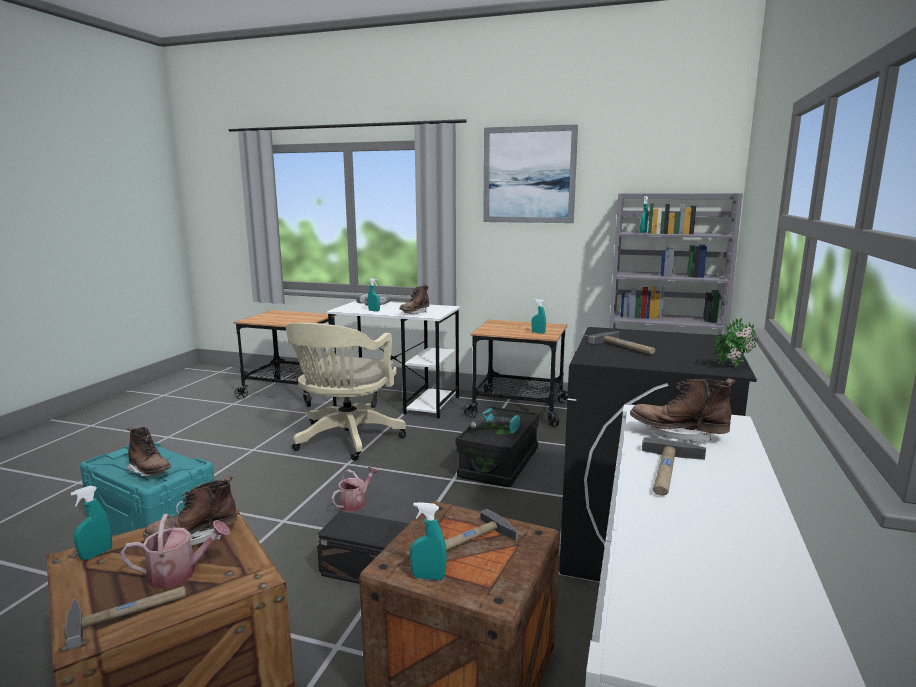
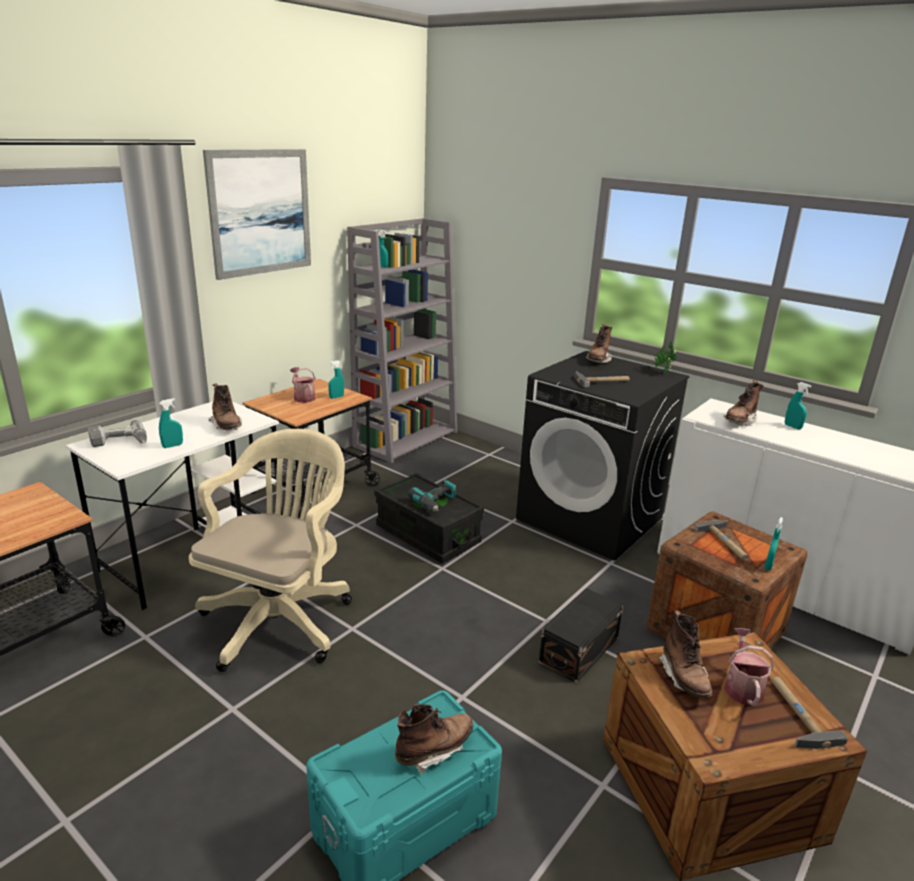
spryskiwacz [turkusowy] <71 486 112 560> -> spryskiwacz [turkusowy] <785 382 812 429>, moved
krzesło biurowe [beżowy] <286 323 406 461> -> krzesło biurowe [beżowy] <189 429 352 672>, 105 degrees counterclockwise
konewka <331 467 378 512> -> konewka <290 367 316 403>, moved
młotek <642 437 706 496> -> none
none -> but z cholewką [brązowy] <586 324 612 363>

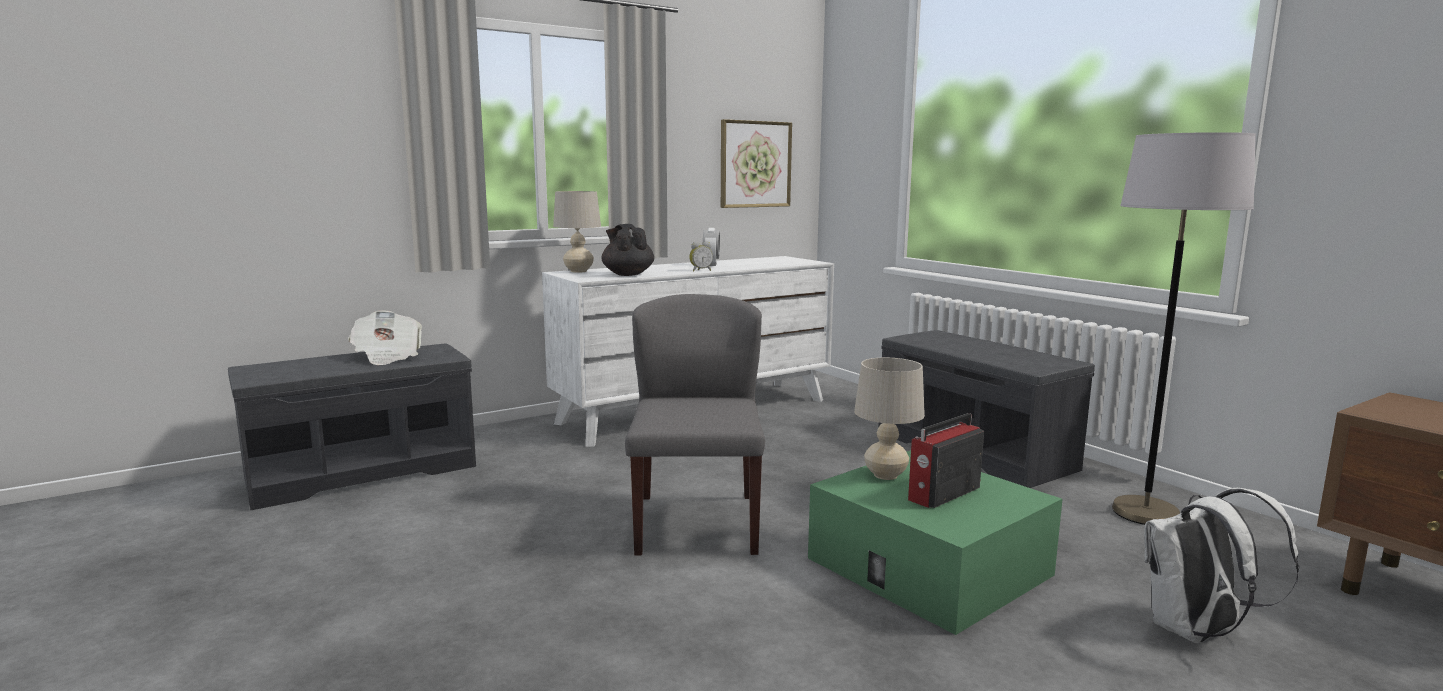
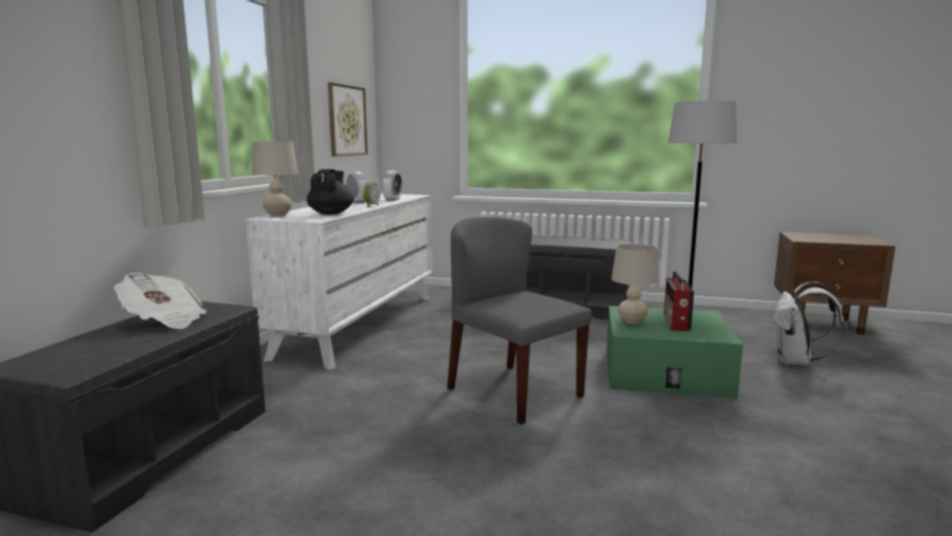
imbryk [czarny] <602 224 654 276> -> imbryk [czarny] <307 169 354 215>, 75 degrees clockwise
none -> budzik <382 170 402 201>

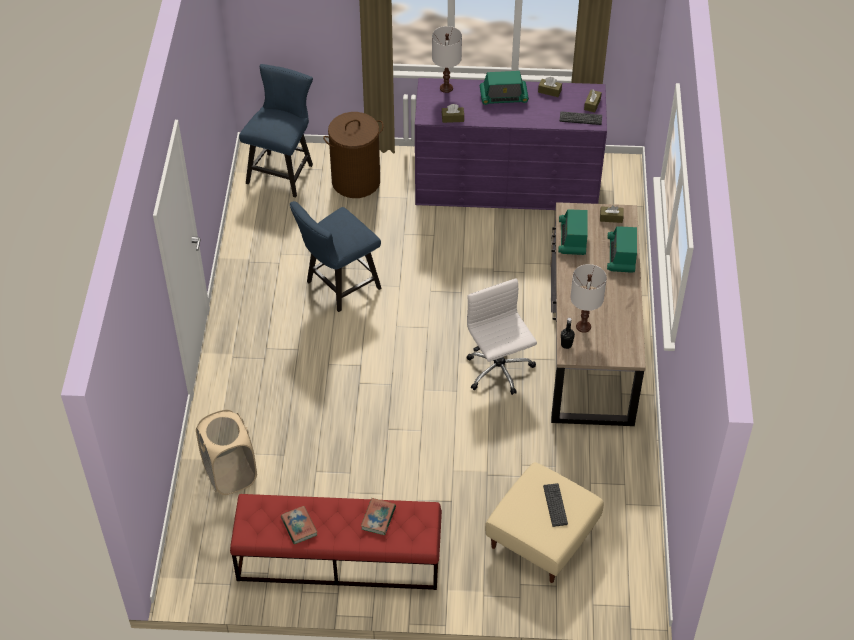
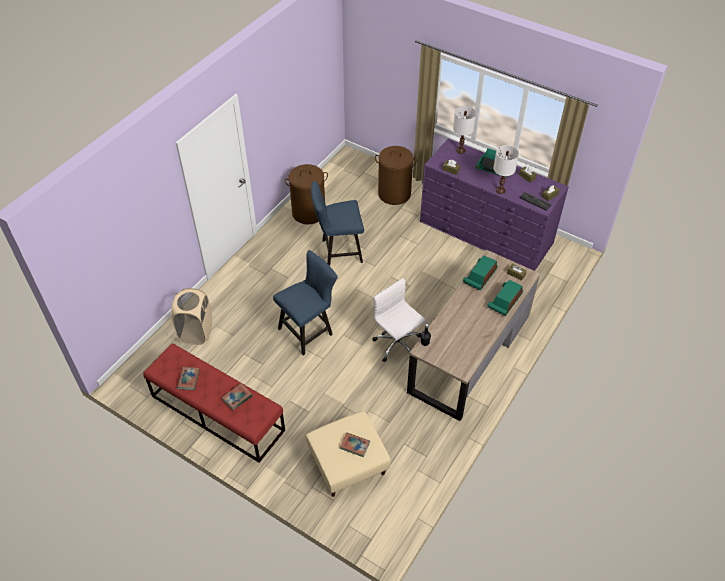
krzesło [niebieski] <239 64 313 198> -> krzesło [niebieski] <273 250 338 356>, moved
krzesło biurowe [biały] <466 278 537 395> -> krzesło biurowe [biały] <372 278 426 362>, 45 degrees counterclockwise
klawiatura <543 483 568 527> -> książka <340 433 370 457>
lampa stołowa [biały] <570 264 607 333> -> lampa stołowa [biały] <494 145 519 194>, moved
none -> kosz na pranie [brązowy] <285 164 328 224>

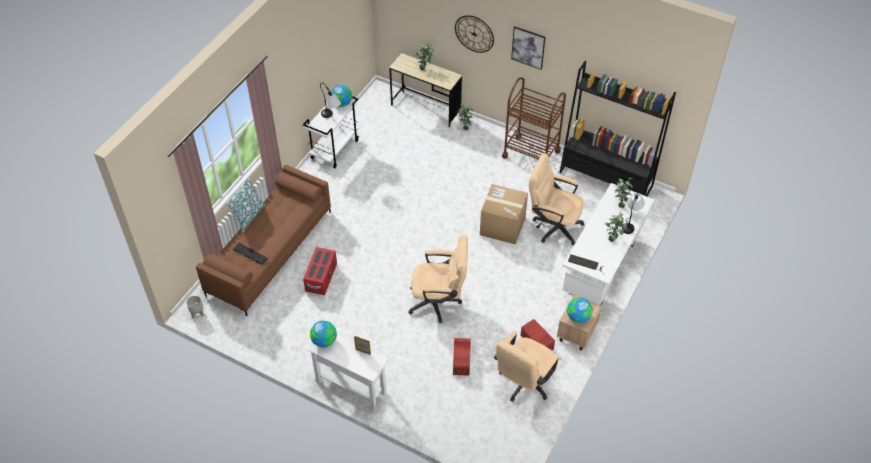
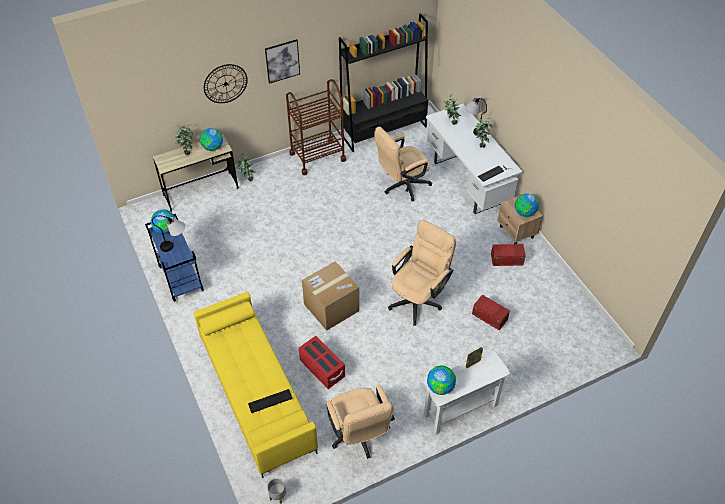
kanapa [brązowy] <196 165 331 316> -> kanapa [żółty] <194 292 318 478>
poduszka <226 177 265 232> -> none
wózek [biały] <303 96 359 168> -> wózek [niebieski] <145 214 204 302>
karton <480 184 528 245> -> karton <302 261 359 331>, moved
krzesło biurowe [beżowy] <494 331 559 402> -> krzesło biurowe [beżowy] <326 384 395 459>, moved
none -> globus <200 128 223 151>

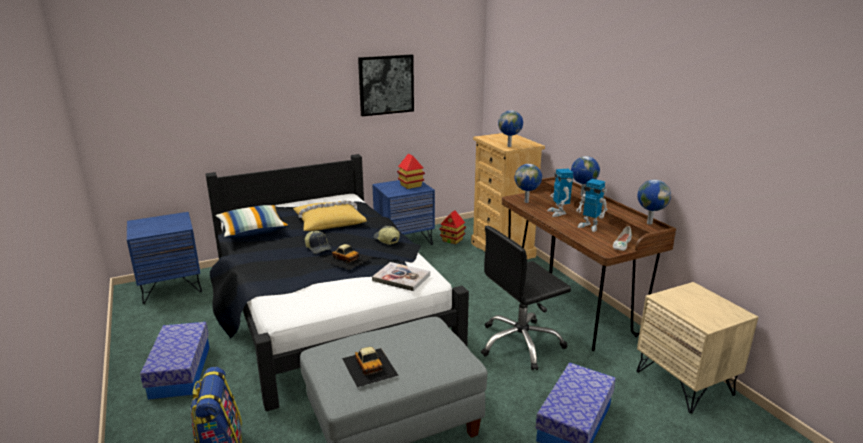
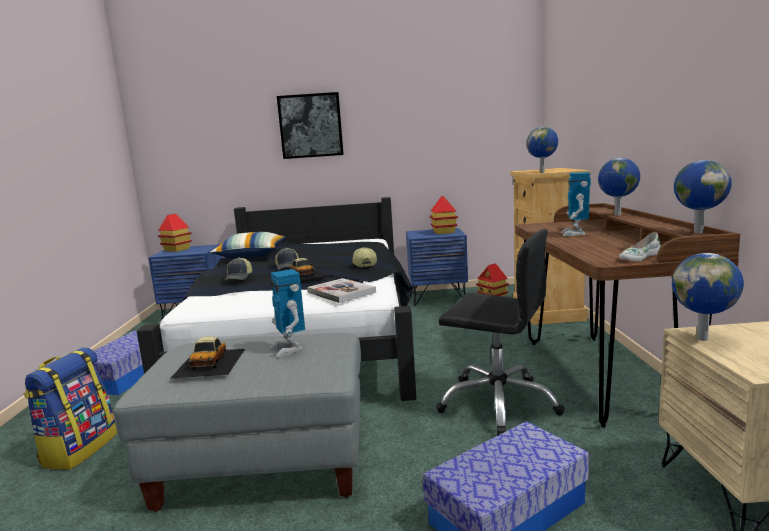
poduszka [żółty] <293 200 367 231> -> none
obraz <358 54 414 116> -> obraz <277 92 344 159>, moved
krzesło biurowe [czarny] <481 226 571 370> -> krzesło biurowe [czarny] <436 229 565 436>, 150 degrees counterclockwise
globus <515 164 542 203> -> globus <672 253 744 341>, moved
robot zabawkowy <576 179 608 232> -> robot zabawkowy <270 269 305 358>, moved
none -> domek <158 214 192 252>
none -> czapka z daszkiem <224 257 252 281>

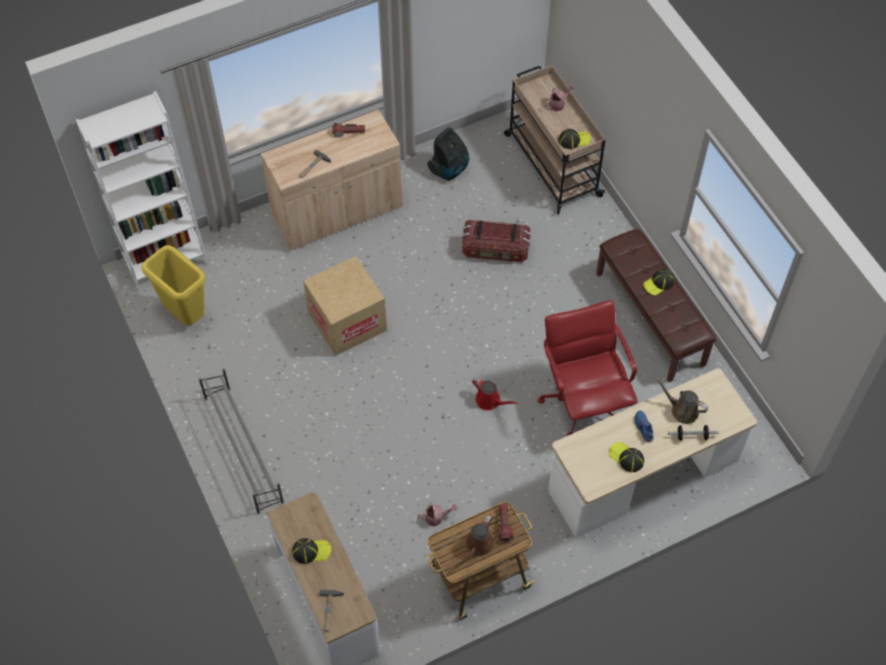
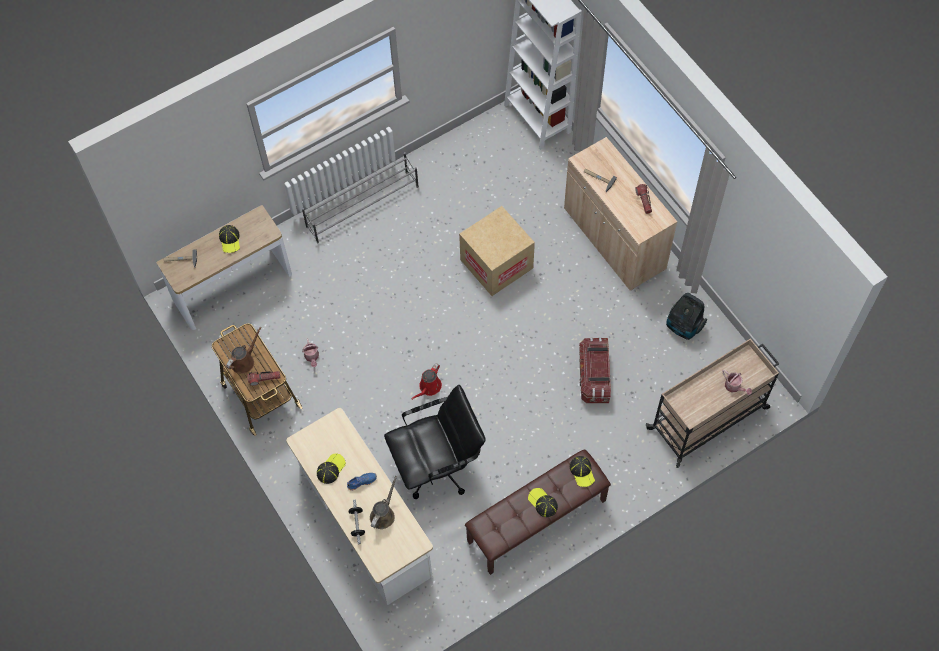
kosz na śmieci [żółty] <141 245 206 325> -> none
konewka [brązowy] <459 515 494 563> -> konewka [brązowy] <226 327 262 374>, 105 degrees clockwise
krzesło biurowe [czerwony] <538 300 638 436> -> krzesło biurowe [czarny] <384 385 486 499>
czapka z daszkiem <559 129 591 149> -> czapka z daszkiem <570 456 595 487>, moved

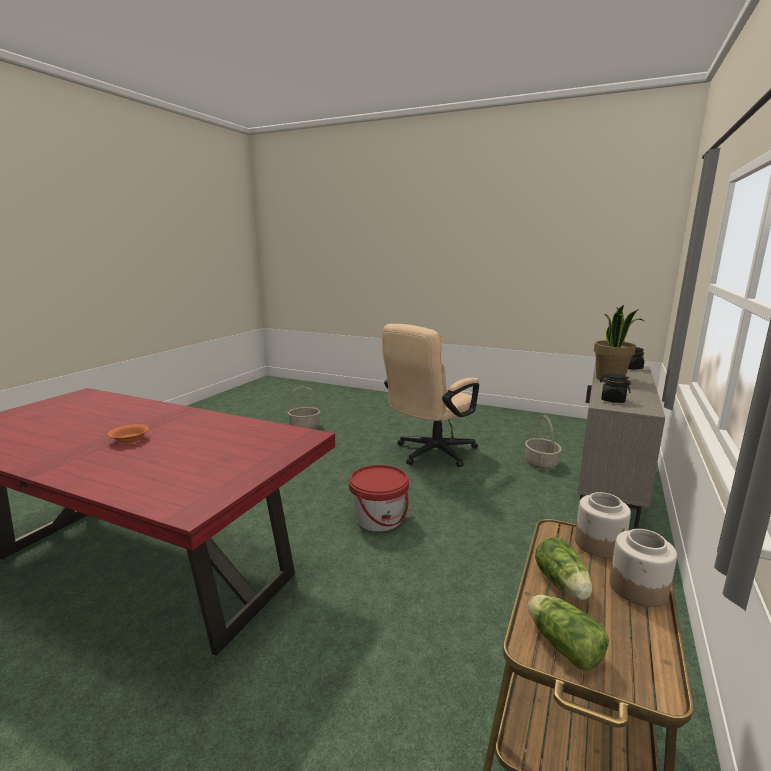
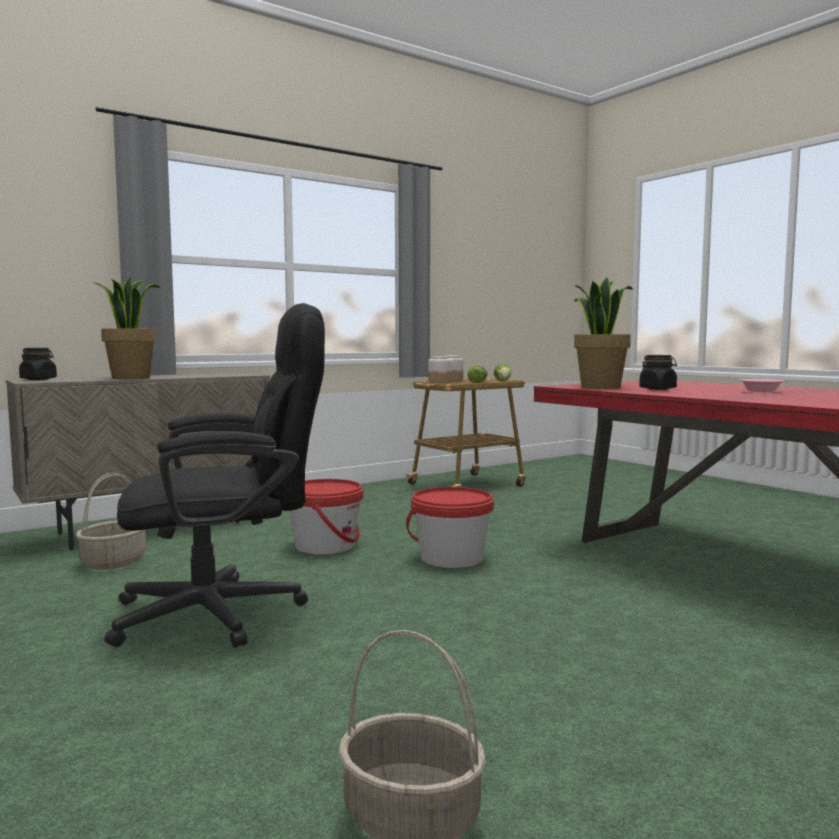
miska [pomarańczowy] <108 424 149 444> -> miska [różowy] <739 379 785 393>
krzesło biurowe [beżowy] <382 324 479 468> -> krzesło biurowe [czarny] <105 303 325 648>
słoik [czarny] <600 373 631 403> -> słoik [czarny] <639 355 677 390>, moved
none -> wiadro [czerwony] <290 479 364 555>
none -> roślina doniczkowa <574 277 633 389>

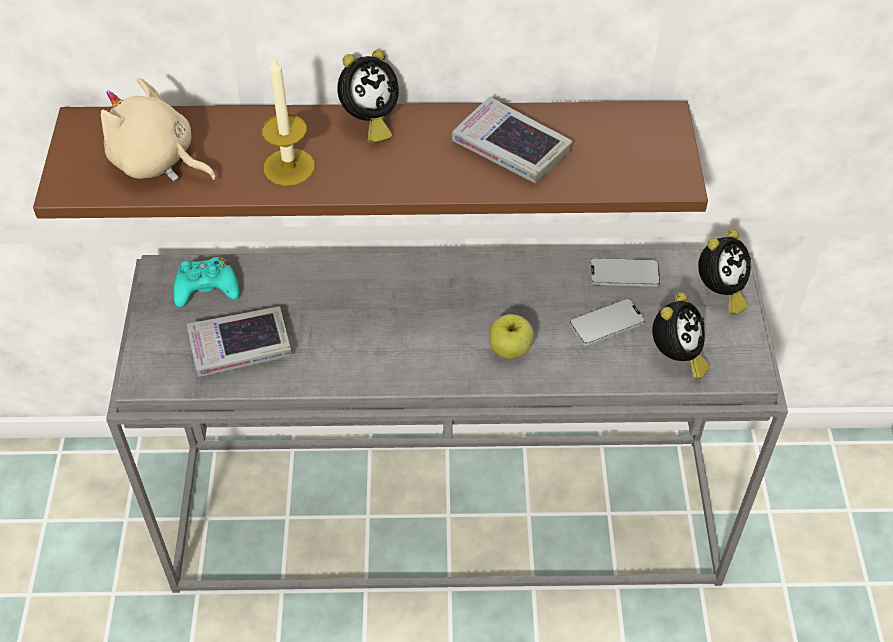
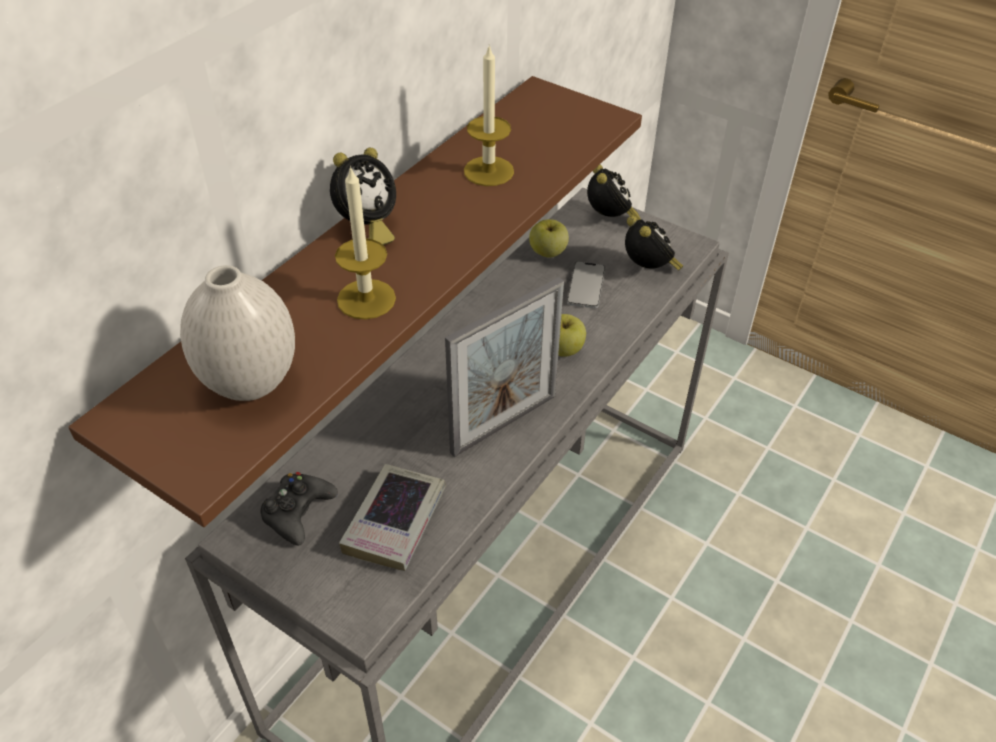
pluszak [beżowy] <101 77 216 181> -> wazon [biały] <180 265 295 401>
pad do gier [turkusowy] <173 257 239 307> -> pad do gier [czarny] <260 472 338 546>
budzik <337 50 399 143> -> budzik <330 148 396 245>, 45 degrees clockwise
książka <452 97 573 183> -> świeca <464 45 514 186>
telefon <590 258 660 287> -> jabłko <529 219 569 258>
none -> ramka na zdjęcie <445 277 564 457>

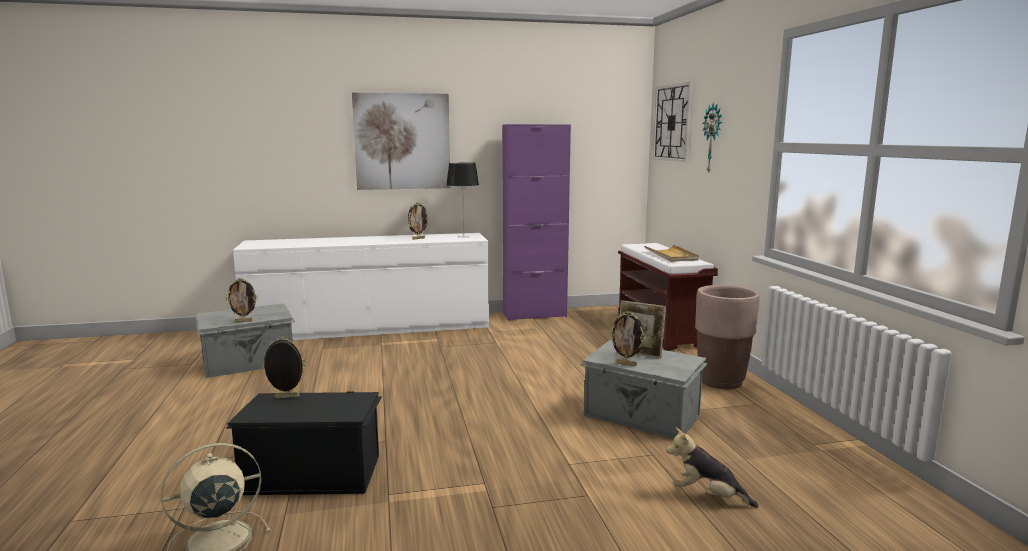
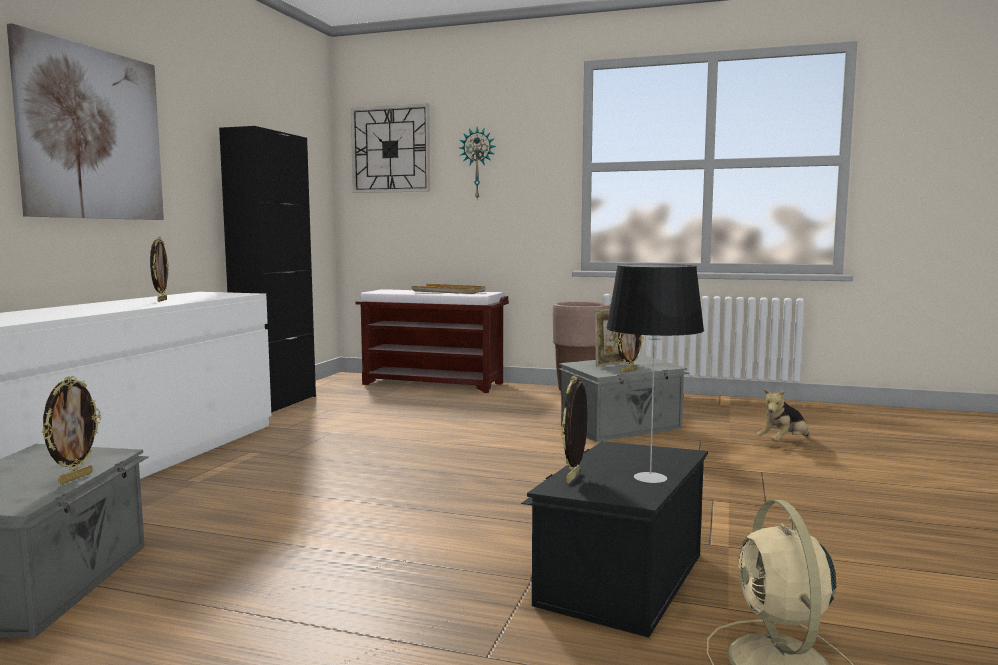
lampa stołowa <446 162 479 238> -> lampa stołowa <606 264 704 483>, moved
szafka [fioletowy] <502 124 571 321> -> szafka [czarny] <219 126 316 413>

